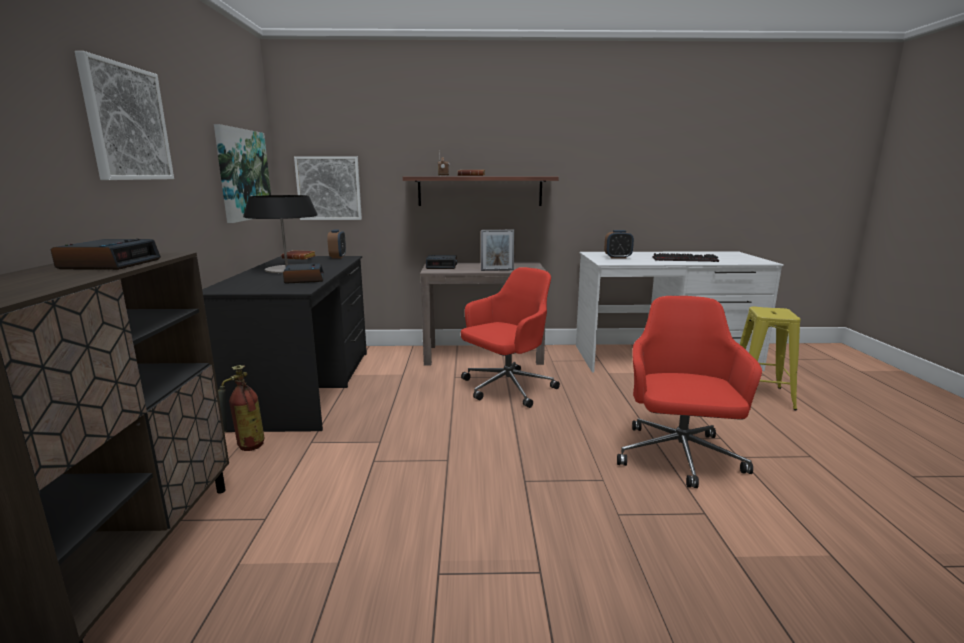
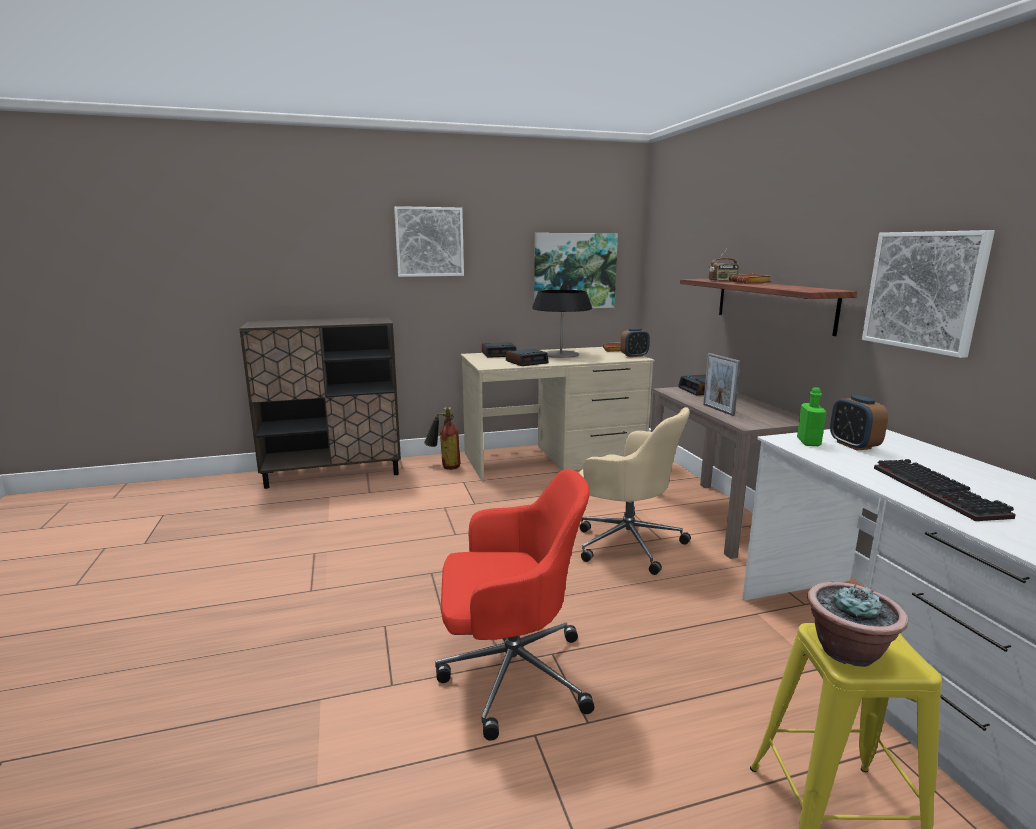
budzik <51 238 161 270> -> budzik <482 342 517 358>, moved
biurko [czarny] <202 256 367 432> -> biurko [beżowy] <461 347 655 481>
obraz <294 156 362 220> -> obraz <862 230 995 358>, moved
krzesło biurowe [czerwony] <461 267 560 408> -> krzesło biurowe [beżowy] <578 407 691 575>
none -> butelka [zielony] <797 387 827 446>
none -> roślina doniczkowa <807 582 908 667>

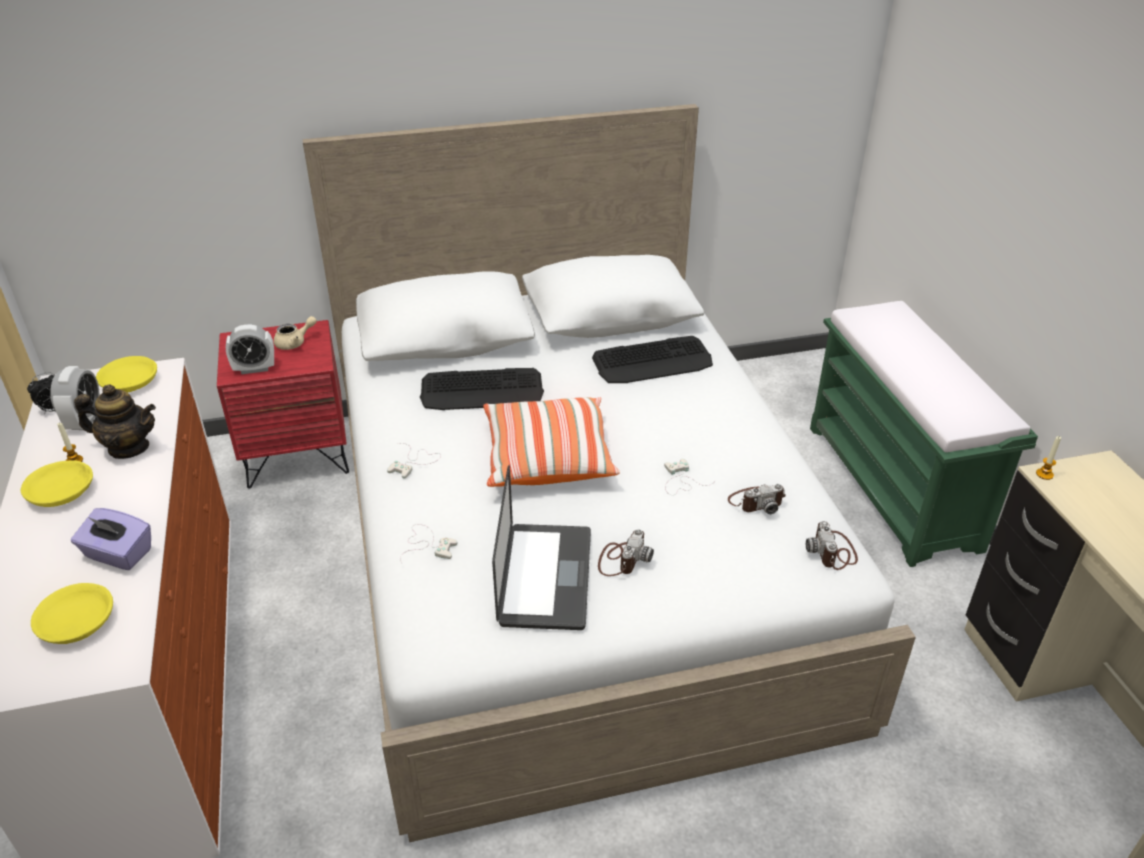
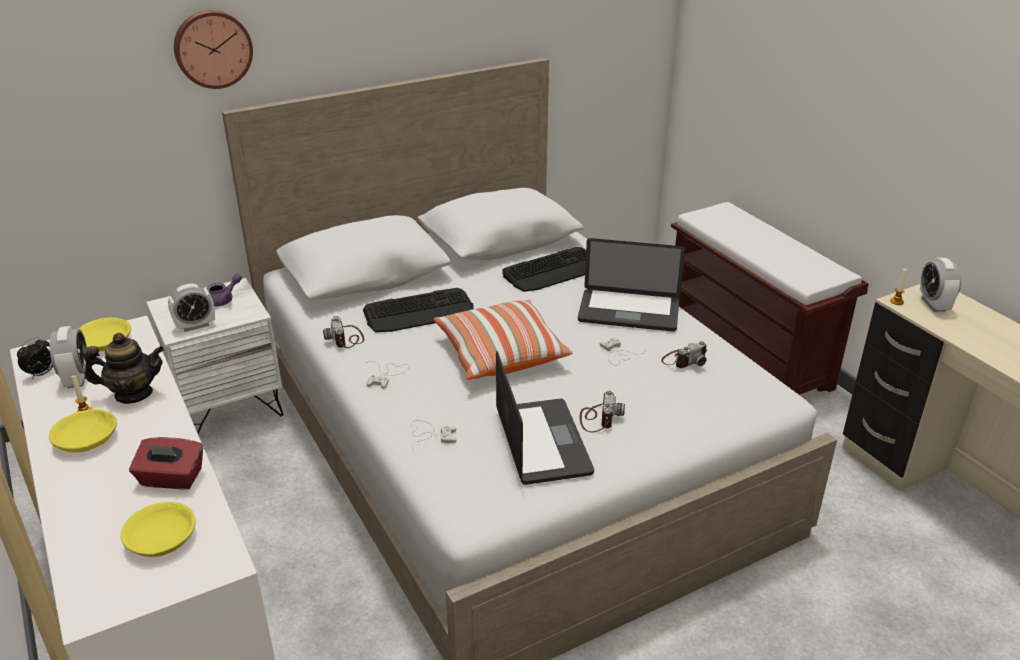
pudełko chusteczek [fioletowy] <71 508 151 570> -> pudełko chusteczek [czerwony] <129 437 203 489>
szafka nocna [czerwony] <217 320 349 488> -> szafka nocna [biały] <146 278 284 434>
imbryk [beżowy] <274 316 317 350> -> imbryk [fioletowy] <207 273 242 307>
aparat fotograficzny <806 521 858 570> -> aparat fotograficzny <323 316 364 348>, moved
ławka [zielony] <810 301 1038 567> -> ławka [brązowy] <671 202 869 395>
none -> zegar ścienny <174 10 253 89>
none -> laptop <578 238 685 331>
none -> budzik <920 258 961 312>

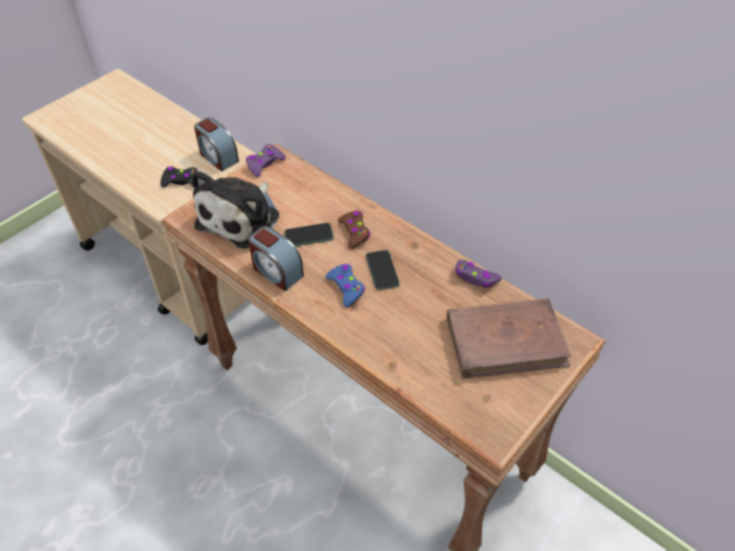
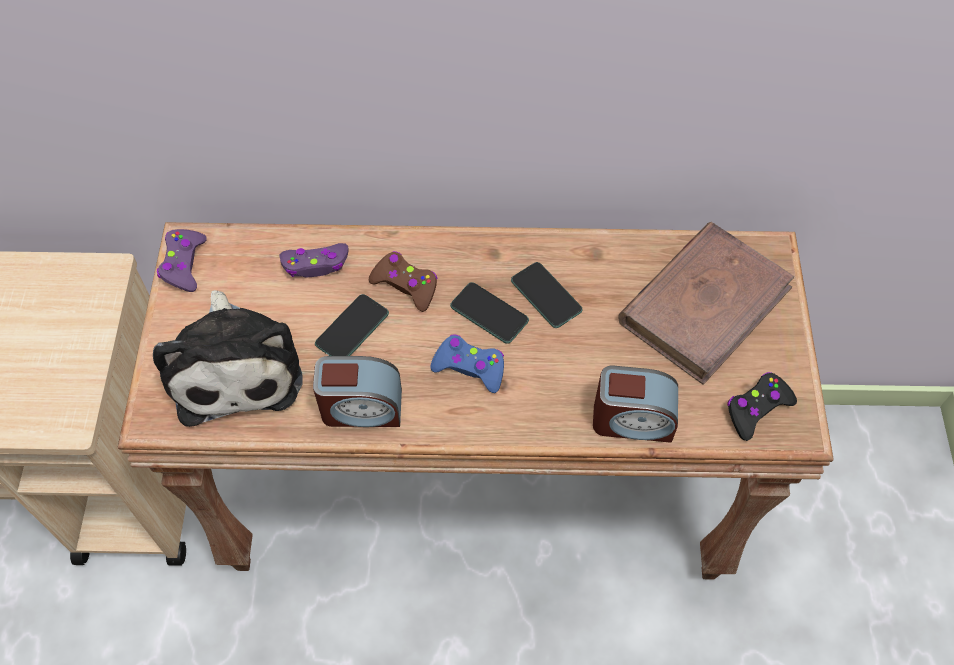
pad do gier [czarny] <160 166 198 188> -> pad do gier [czarny] <727 372 797 441>, moved
budzik <194 118 239 171> -> budzik <593 366 678 443>, moved
pad do gier [fioletowy] <455 260 502 288> -> pad do gier [fioletowy] <279 243 349 278>, moved
none -> telefon <511 262 583 328>

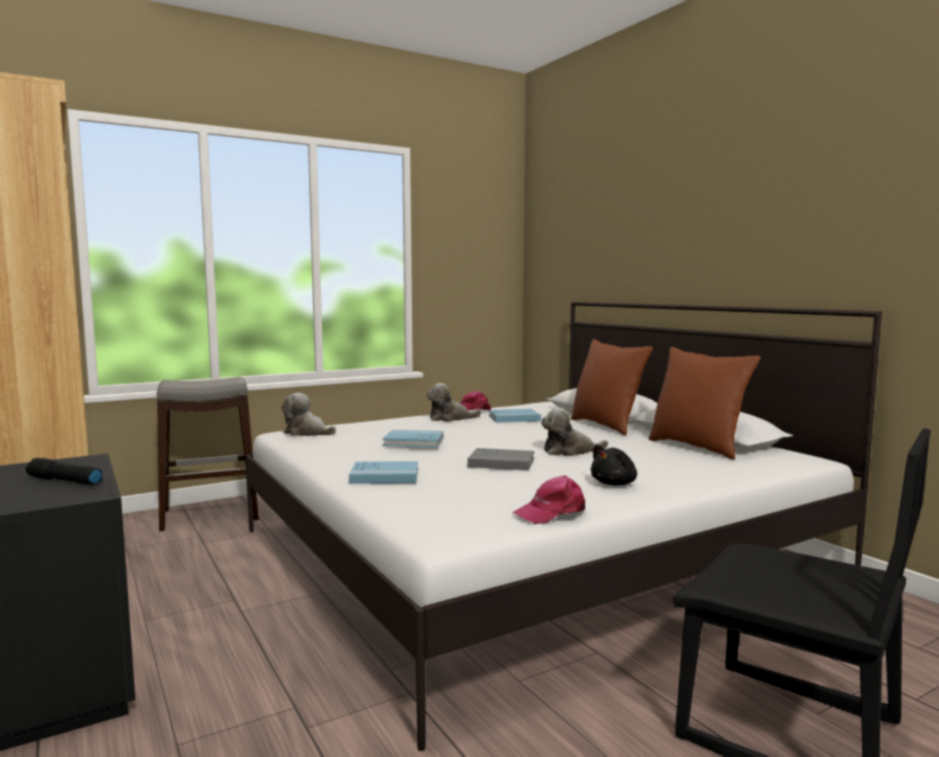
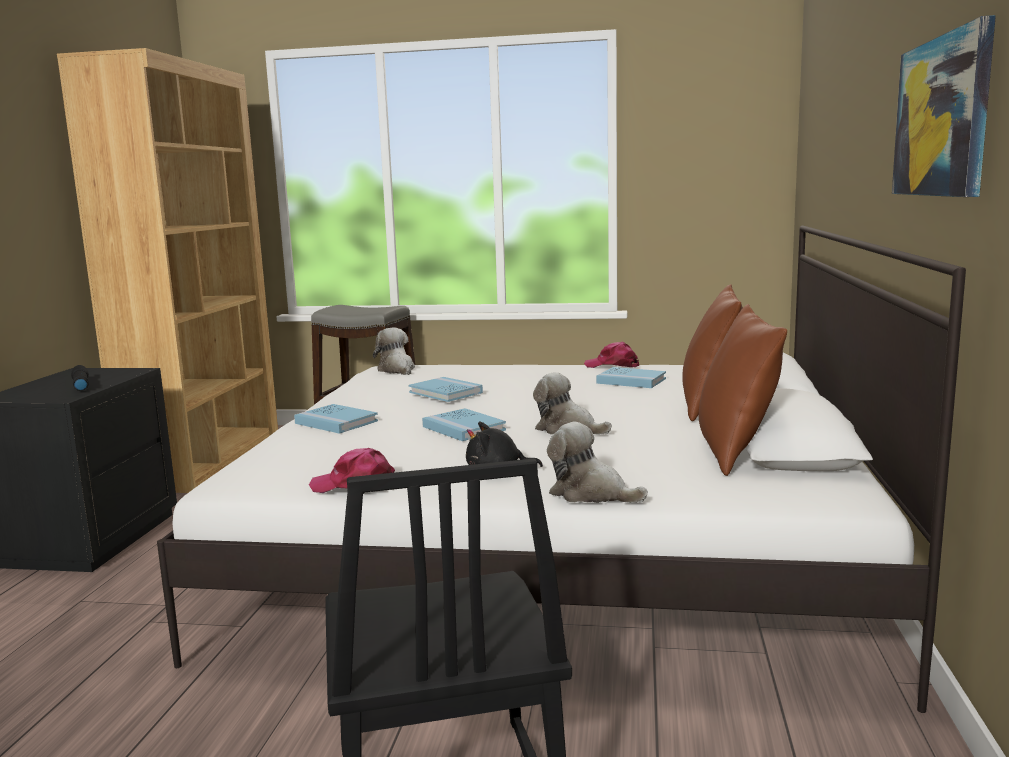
pluszak <427 383 482 421> -> pluszak <547 422 648 503>, moved
książka [szary] <467 448 534 471> -> książka [niebieski] <422 408 506 441>
none -> obraz <892 15 996 197>

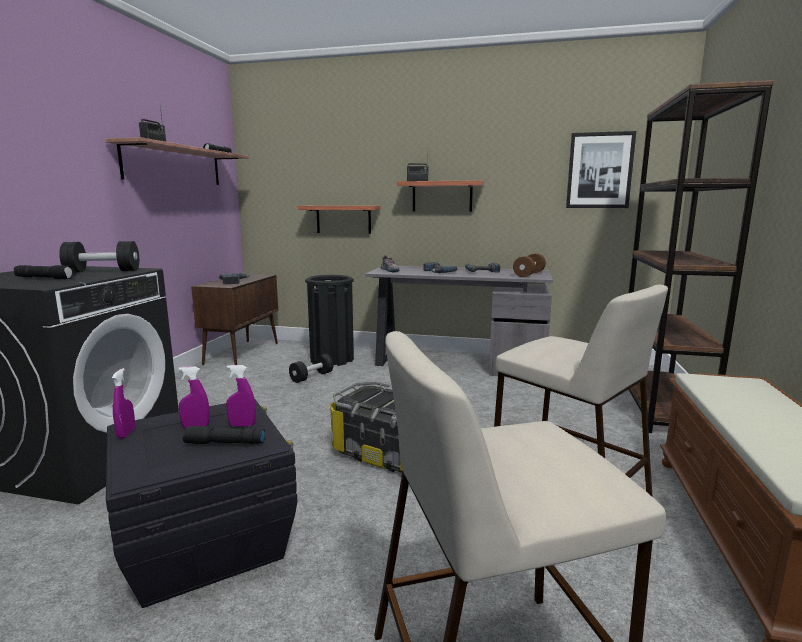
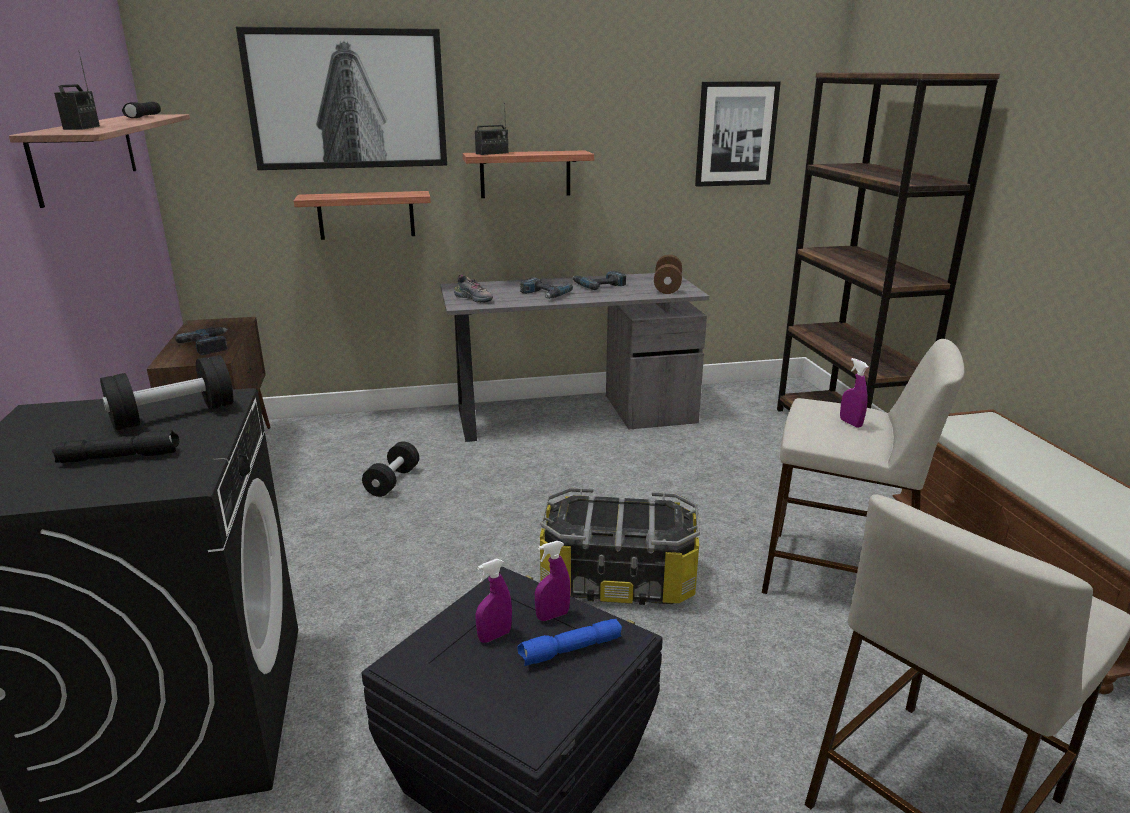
spryskiwacz [fioletowy] <112 368 135 439> -> spryskiwacz [fioletowy] <840 358 868 428>, moved
latarka [czarny] <183 426 265 444> -> latarka [niebieski] <517 619 622 666>
kosz na śmieci [czarny] <305 275 354 366> -> none
none -> obraz <236 27 447 170>

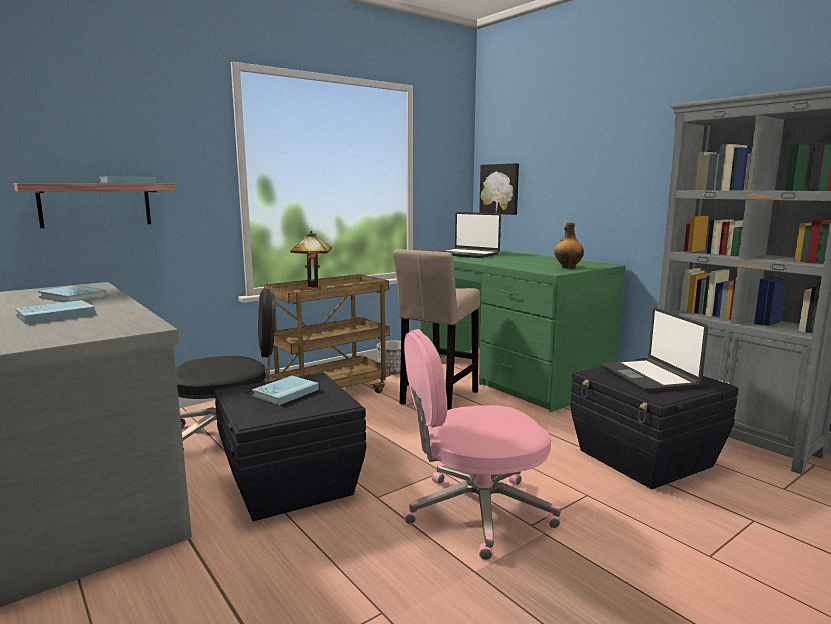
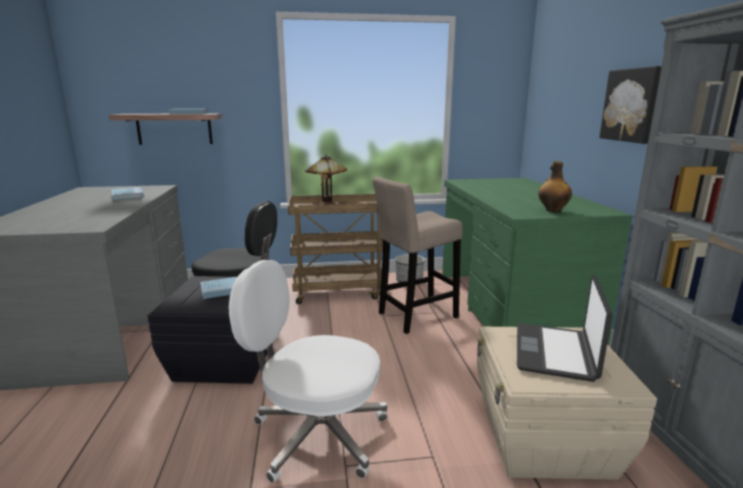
książka [niebieski] <15 300 96 324> -> none
krzesło biurowe [różowy] <404 329 561 560> -> krzesło biurowe [biały] <229 260 388 483>
laptop <438 212 501 258> -> none
obraz <479 163 519 215> -> obraz <599 66 662 144>, moved
pojemnik do przechowywania [czarny] <570 358 739 489> -> pojemnik do przechowywania [beżowy] <477 327 657 480>

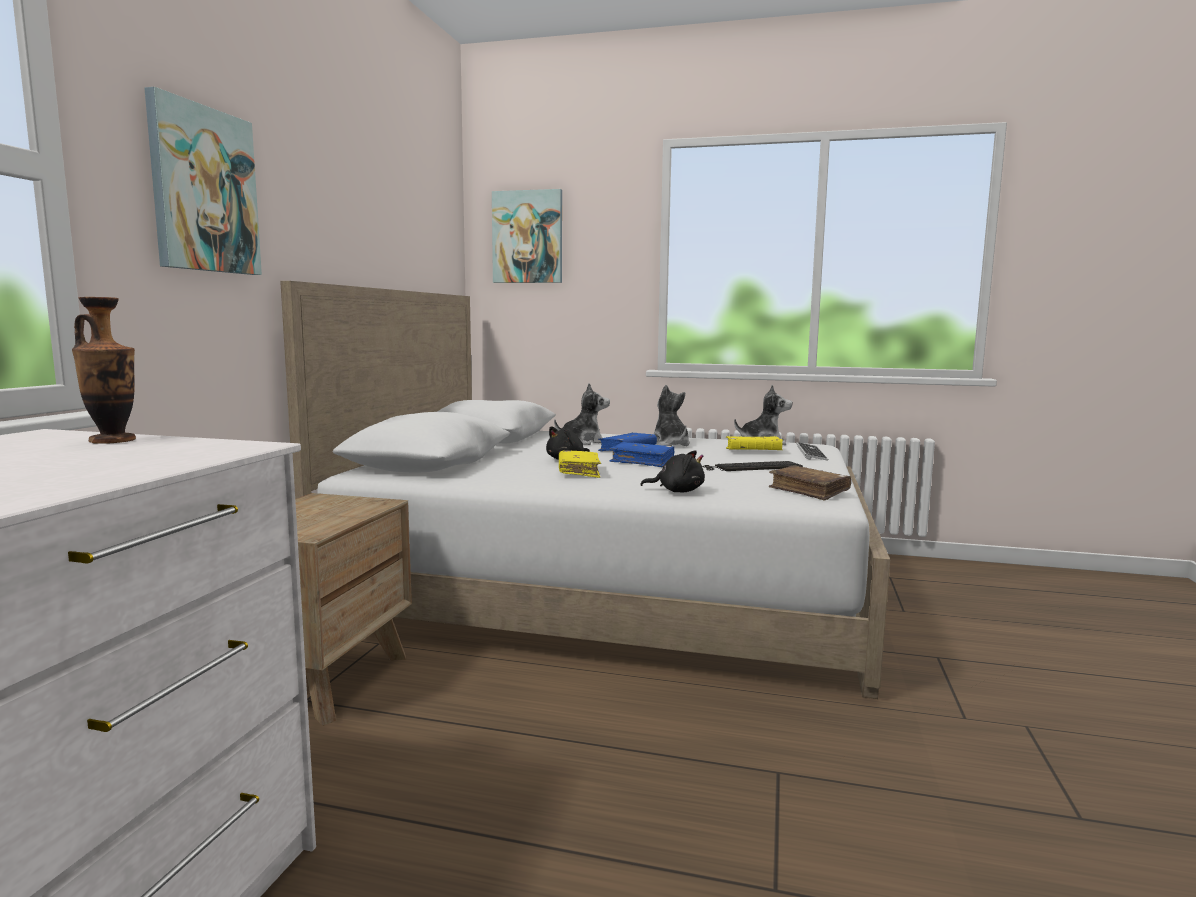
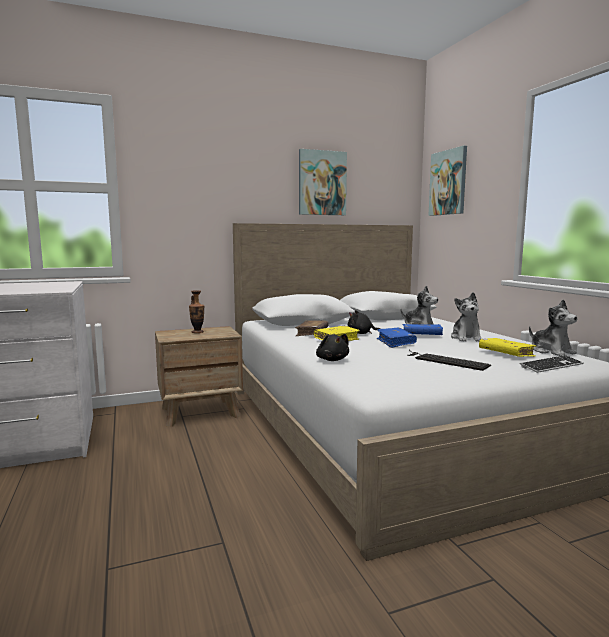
wazon <72 297 136 444> -> wazon <189 290 205 333>, moved
obraz <145 87 262 275> -> obraz <299 149 347 215>, moved
pluszak <654 385 690 446> -> pluszak <451 292 482 341>, 150 degrees clockwise
książka [brązowy] <769 465 851 500> -> książka [brązowy] <295 320 328 336>, moved

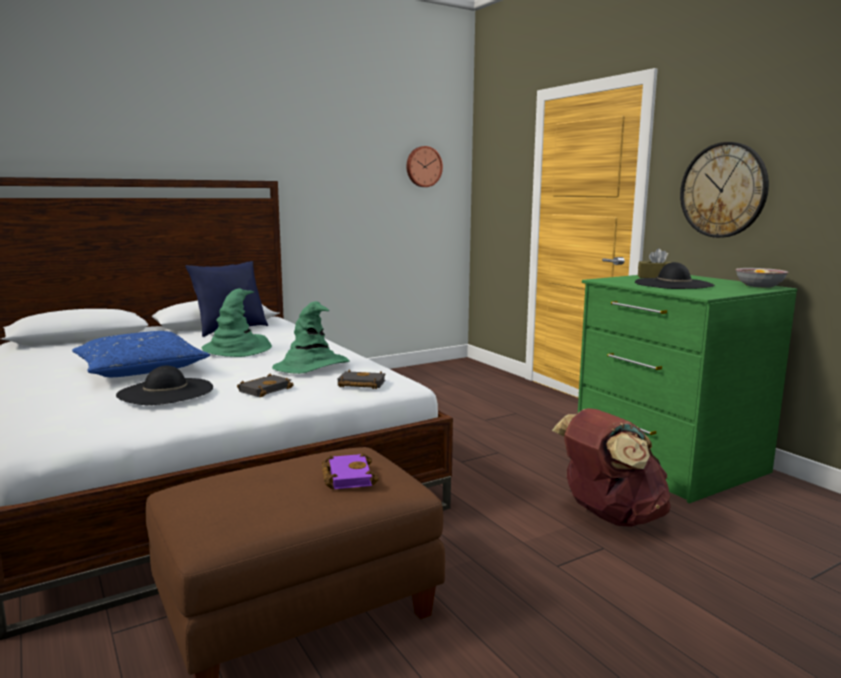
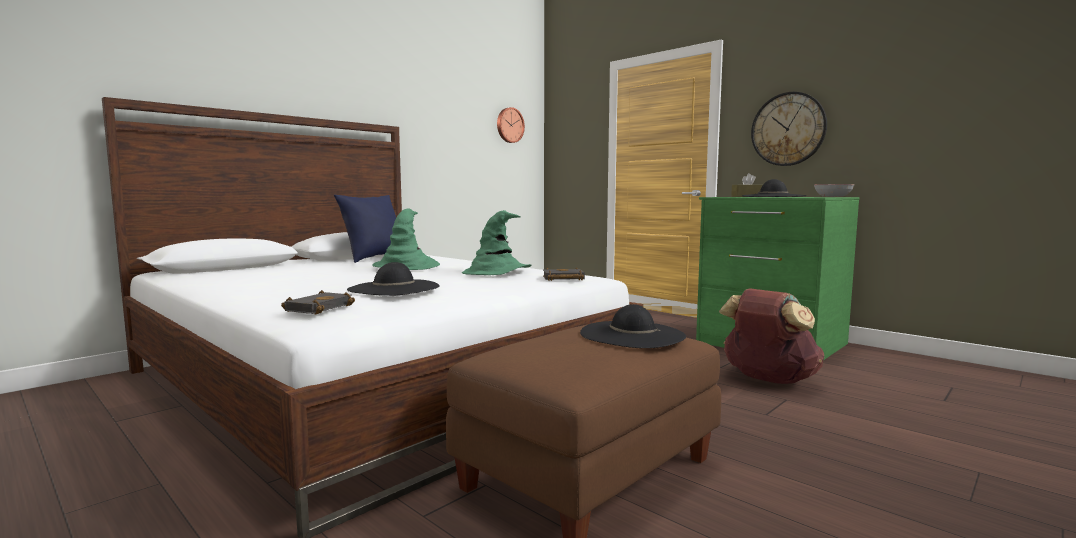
poduszka [niebieski] <72 331 210 377> -> none
książka [czarny] <237 374 294 397> -> książka [czarny] <281 290 355 315>, moved
książka [fioletowy] <322 453 379 489> -> kapelusz [czarny] <580 304 686 348>

